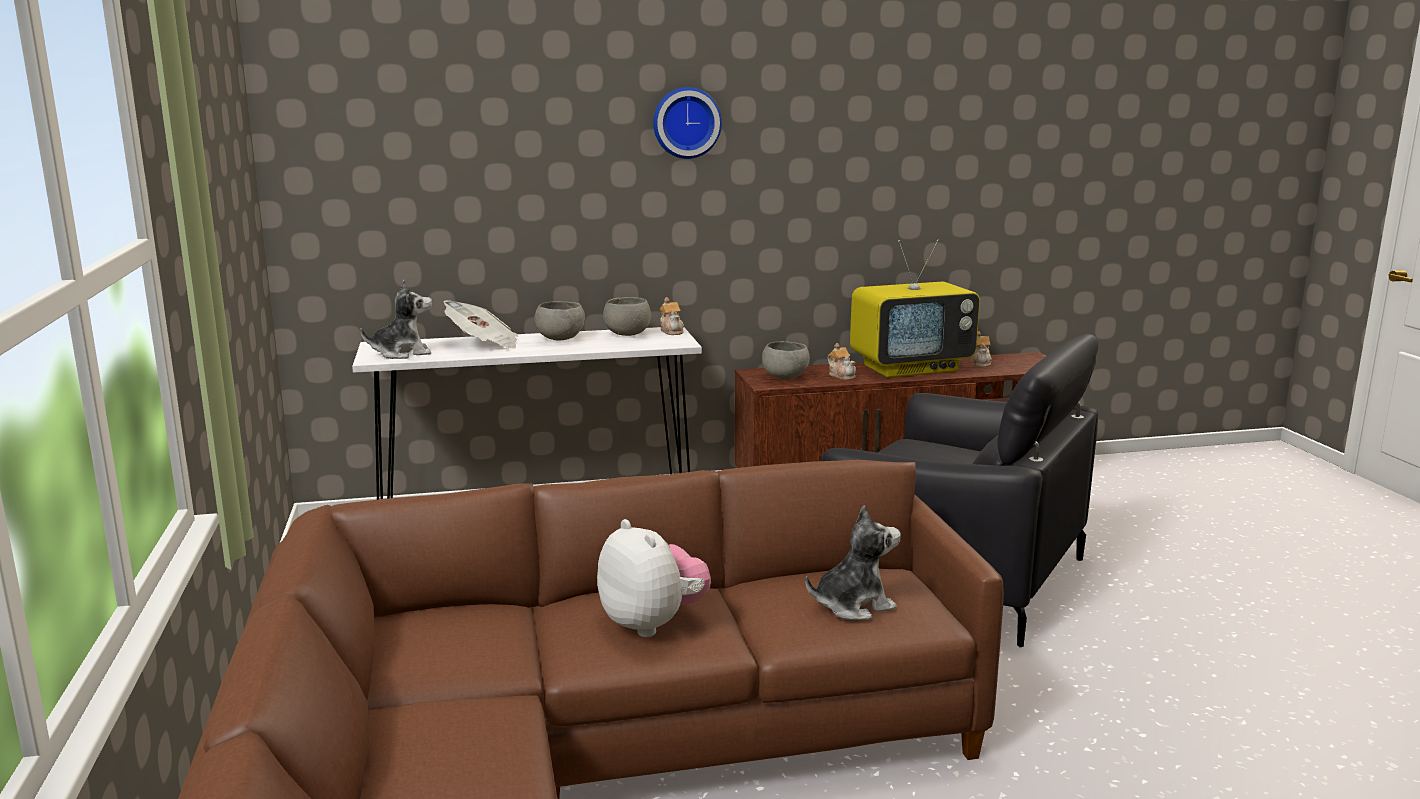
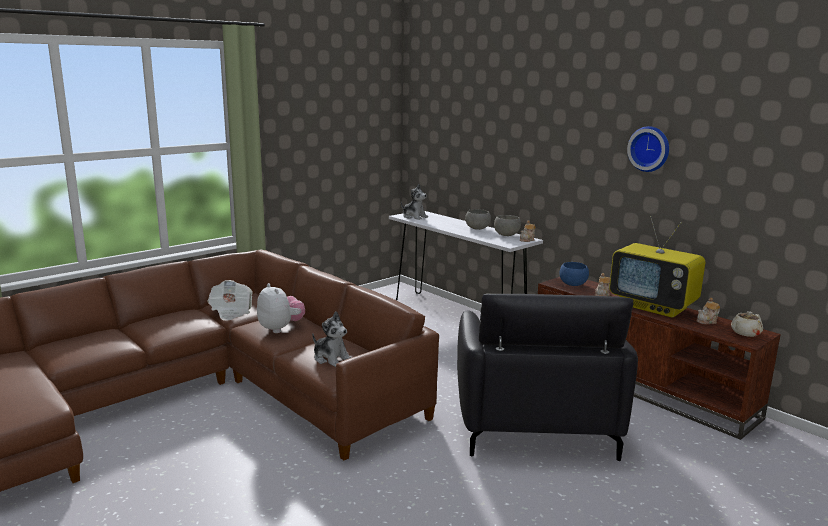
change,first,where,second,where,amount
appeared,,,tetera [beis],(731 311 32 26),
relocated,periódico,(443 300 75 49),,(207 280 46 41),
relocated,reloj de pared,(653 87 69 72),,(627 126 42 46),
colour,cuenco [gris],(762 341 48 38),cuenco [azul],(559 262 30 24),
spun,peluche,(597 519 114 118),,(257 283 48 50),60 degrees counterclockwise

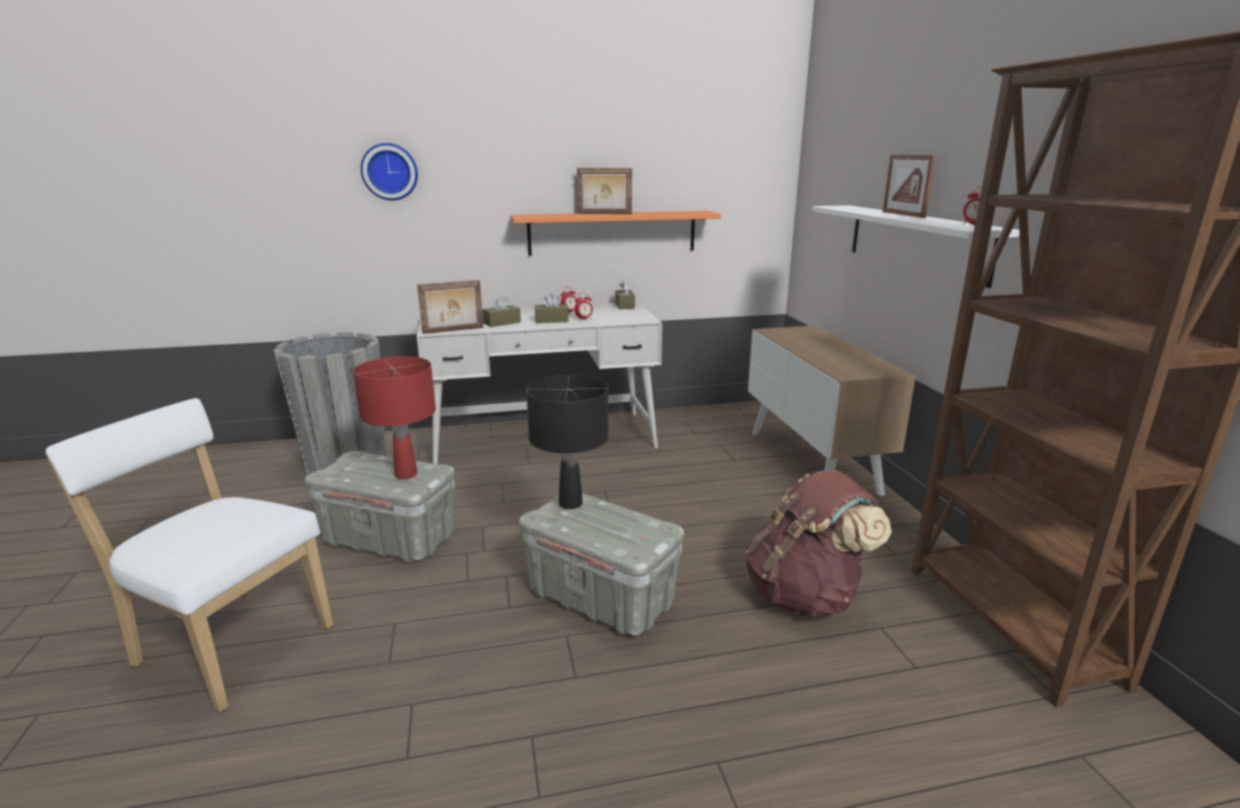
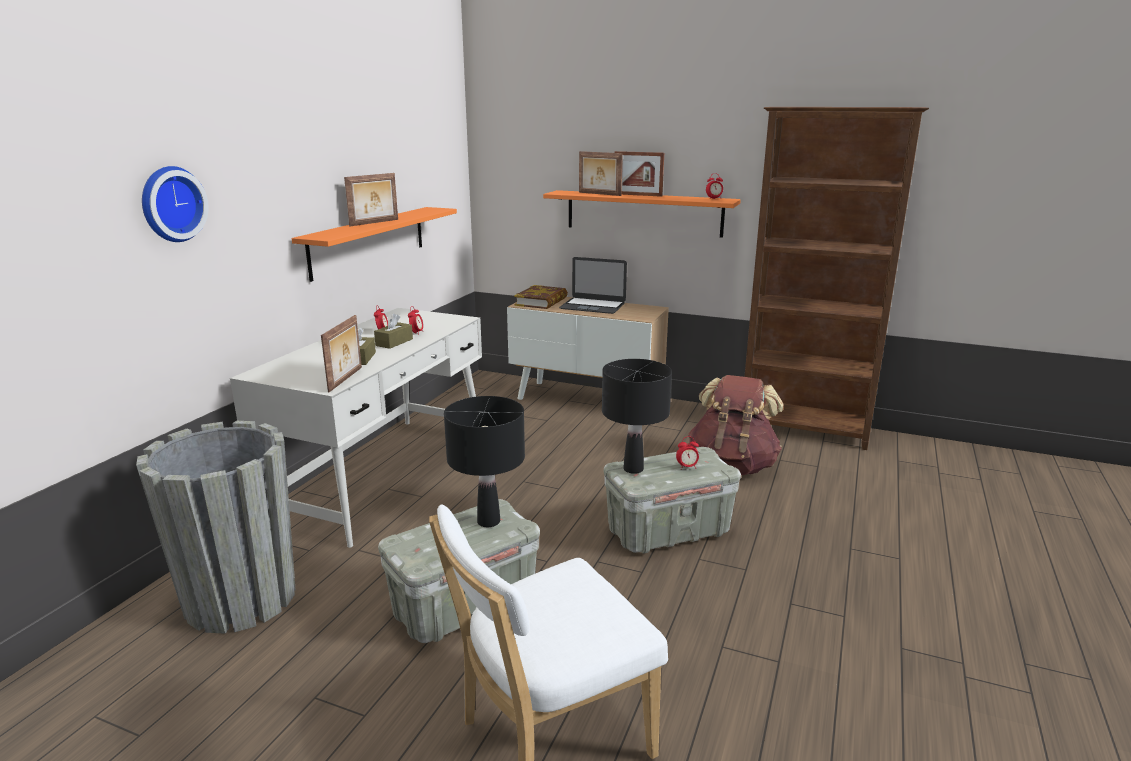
change,first,where,second,where,amount
missing,caja de pañuelos [marrón],(615 280 20 29),,,
appeared,,,libro,(514 285 54 24),
appeared,,,portátil,(559 257 68 57),
appeared,,,portarretratos,(579 151 44 45),
appeared,,,despertador,(676 436 23 33),
colour,lámpara de mesa [rojo],(353 356 83 123),lámpara de mesa [negro],(444 396 81 131),
colour,estante [blanco],(812 205 208 83),estante [naranja],(543 190 198 48),

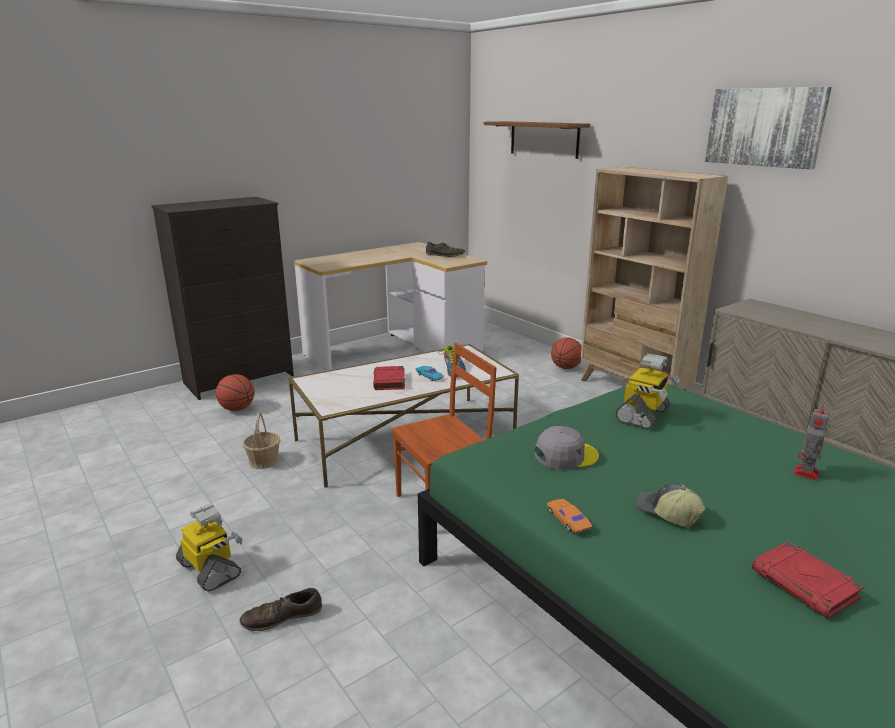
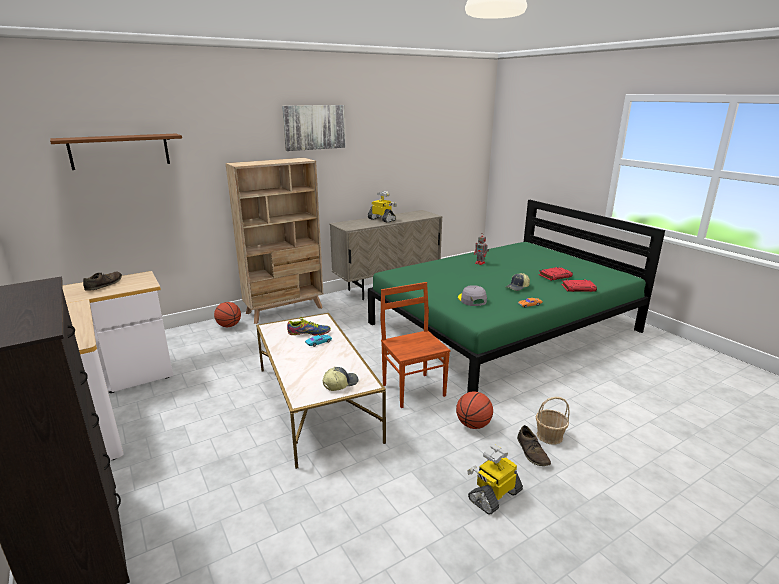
change,first,where,second,where,amount
appeared,,,gorra,(323 367 36 24),
relocated,balón de baloncesto,(216 374 39 37),,(456 392 37 37),
relocated,cesta,(243 412 37 57),,(536 397 34 48),
relocated,libro [rojo],(373 366 32 24),,(561 280 36 12),
relocated,robot de juguete,(615 353 65 77),,(368 191 29 32),

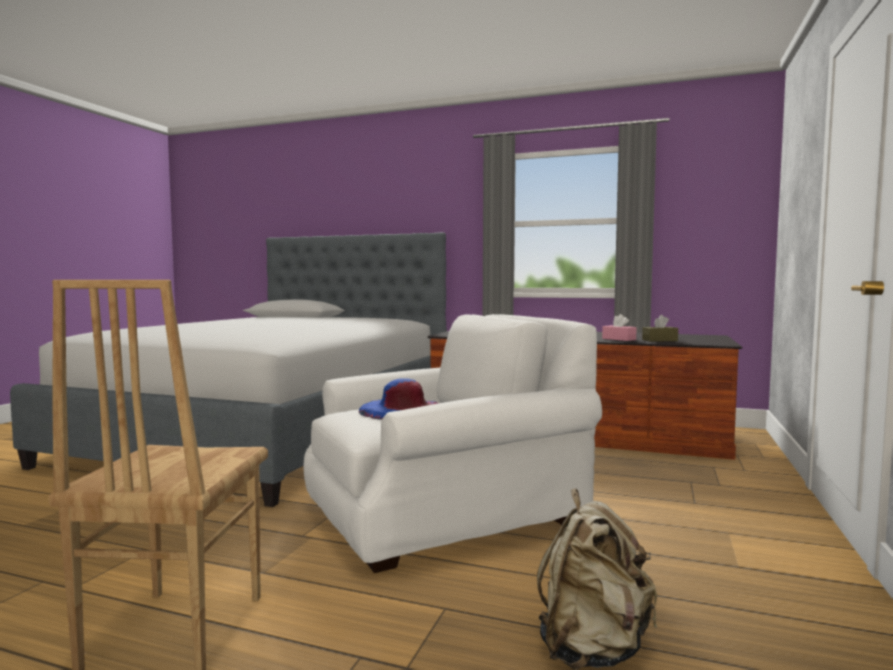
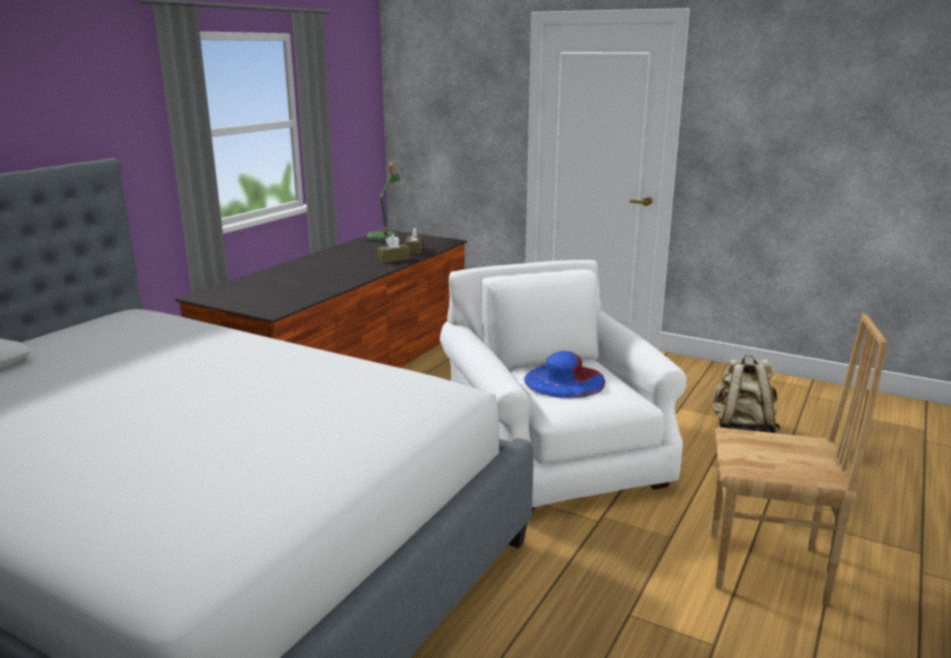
change,first,where,second,where,amount
appeared,,,lámpara de mesa,(366 162 34 80),
colour,caja de pañuelos [rosa],(602 314 35 27),caja de pañuelos [marrón],(377 235 33 28),

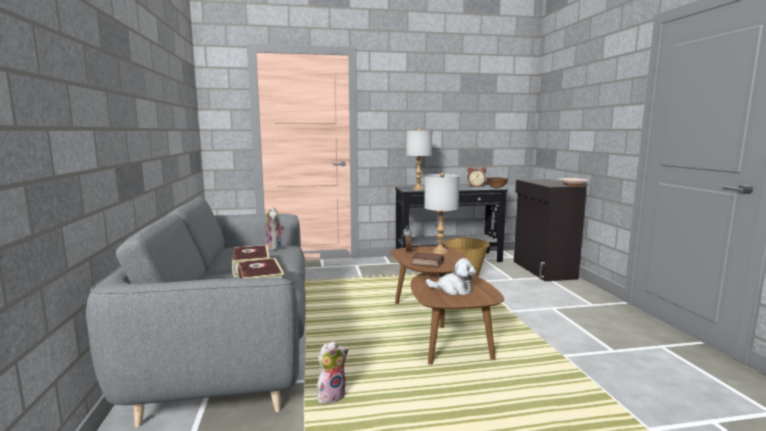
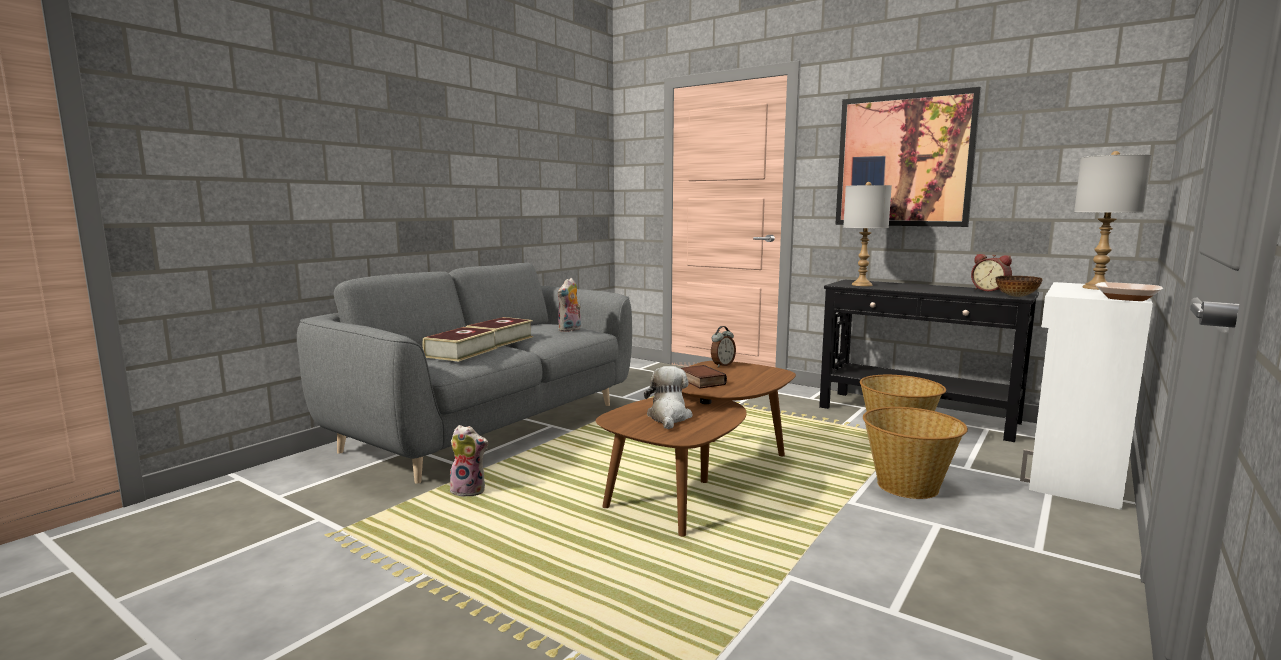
change,first,where,second,where,amount
appeared,,,cuadro,(835 87 146 140),
appeared,,,cesta,(863 407 105 92),
relocated,lámpara de mesa [gris],(424 172 36 82),,(1074 151 78 139),
colour,armario [negro],(514 179 73 102),armario [blanco],(1020 282 133 228),
spun,peluche,(426 258 50 37),,(644 366 48 63),150 degrees counterclockwise

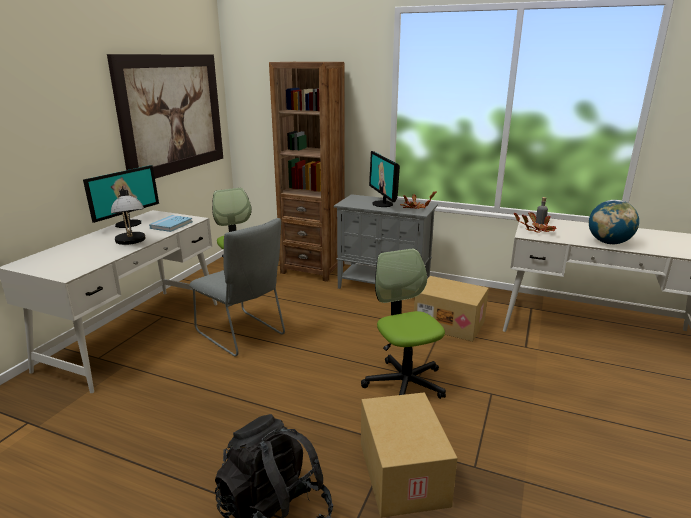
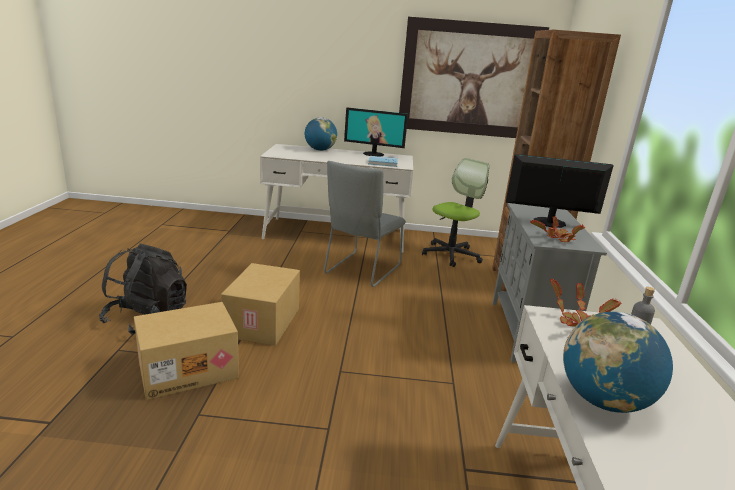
change,first,where,second,where,amount
missing,lámpara de mesa,(111 186 35 59),,,
missing,silla de oficina,(361 248 85 151),,,
appeared,,,globo terráqueo,(305 117 32 34),
relocated,caja de cartón,(414 276 75 66),,(221 263 79 83),
spun,monitor,(369 151 31 56),,(506 154 108 74),45 degrees clockwise

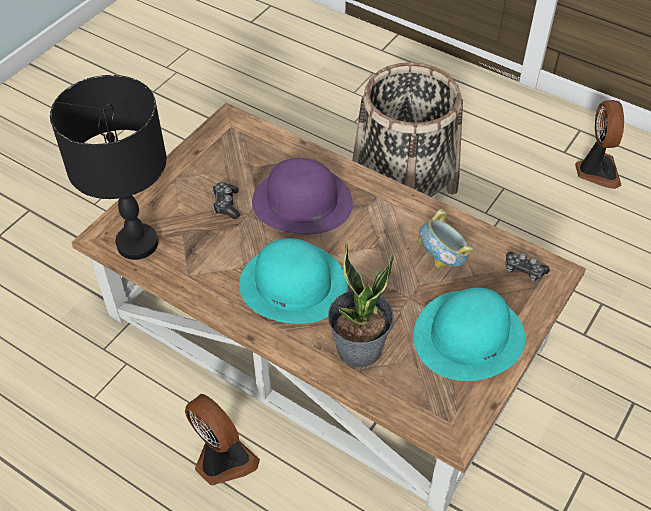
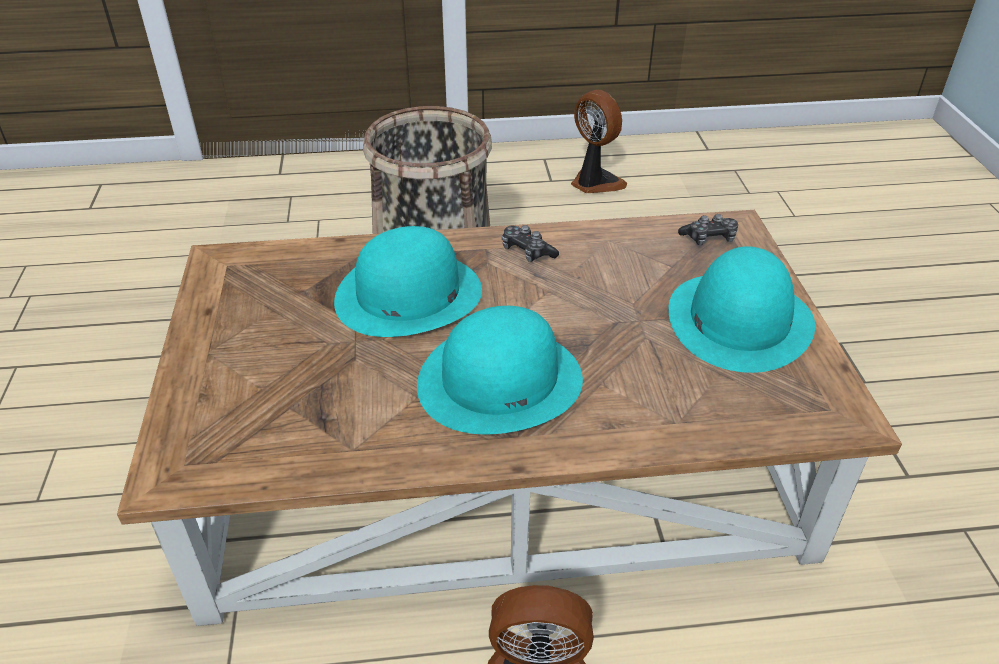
change,first,where,second,where,amount
missing,lámpara de mesa [negro],(50 75 117 185),,,
missing,planta en maceta,(328 243 67 124),,,
missing,cuenco,(418 209 56 59),,,
relocated,mando de consola,(212 182 28 37),,(502 225 57 37),
colour,sombrero [morado],(252 158 101 76),sombrero [turquesa],(334 226 148 111),

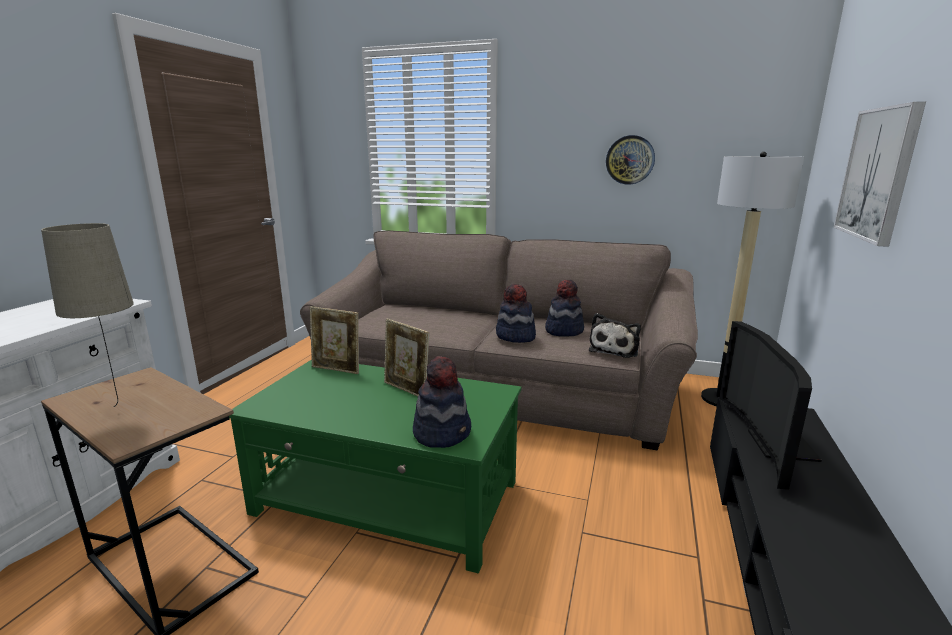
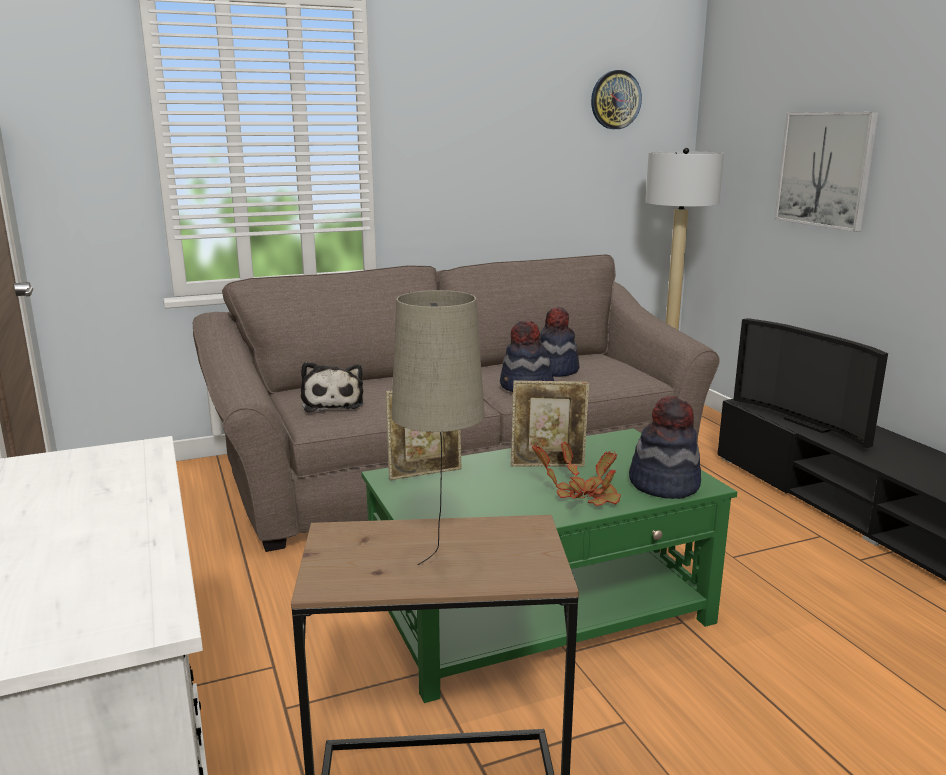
change,first,where,second,where,amount
appeared,,,planta en maceta,(532 442 89 64),
relocated,peluche,(589 313 52 45),,(301 362 63 50),
relocated,reloj de pared,(606 135 49 50),,(591 70 51 59),

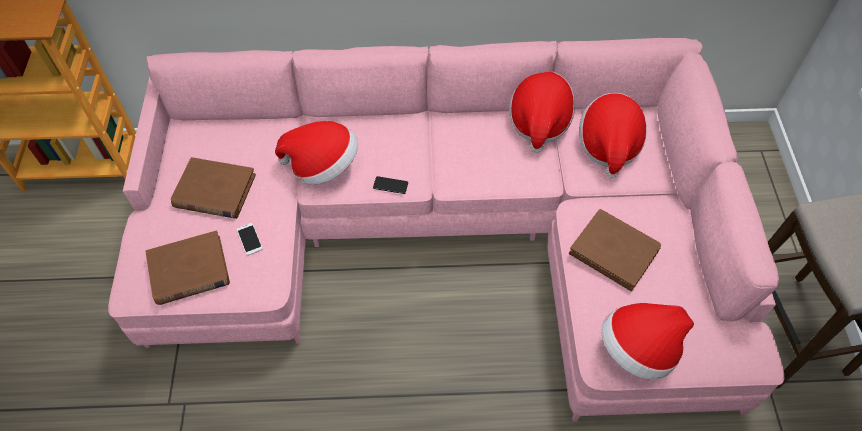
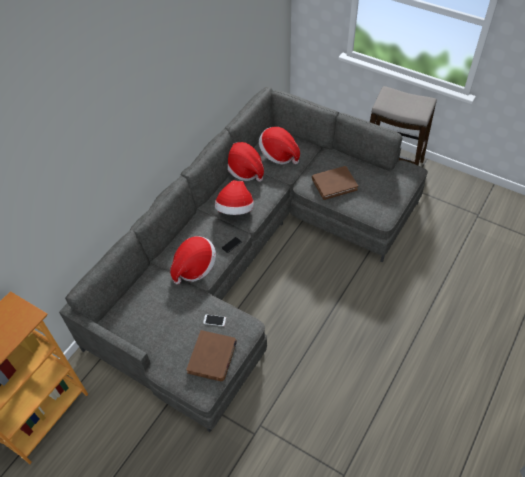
change,first,where,second,where,amount
missing,libro [marrón],(171 157 85 62),,,
relocated,sombrero,(601 303 93 77),,(215 180 39 35),
colour,sofá [rosa],(108 38 676 383),sofá [gris],(59 87 369 345),

